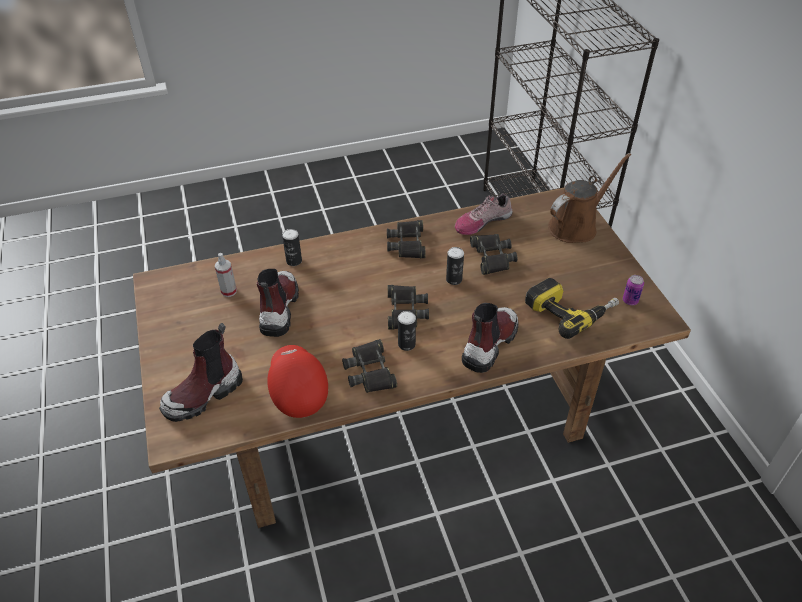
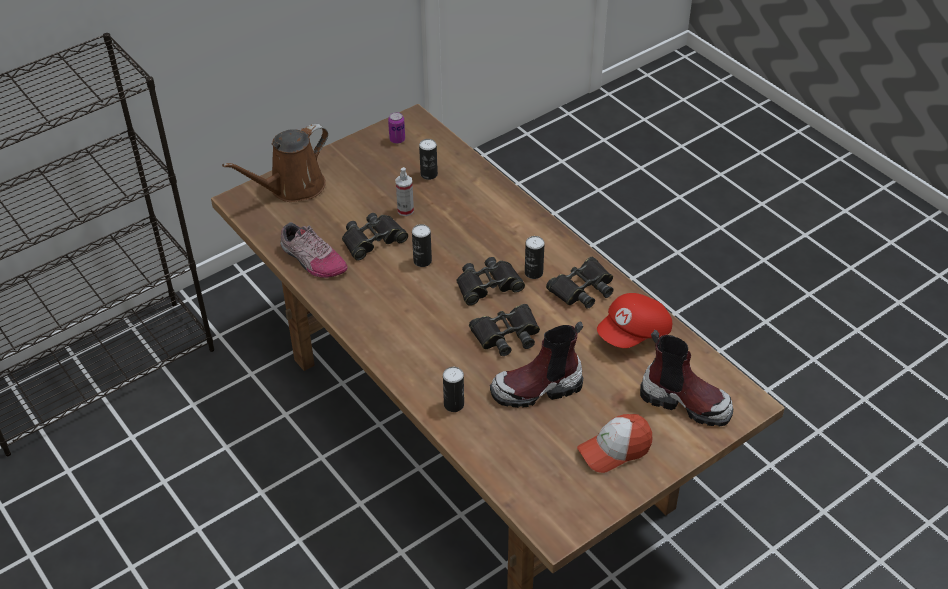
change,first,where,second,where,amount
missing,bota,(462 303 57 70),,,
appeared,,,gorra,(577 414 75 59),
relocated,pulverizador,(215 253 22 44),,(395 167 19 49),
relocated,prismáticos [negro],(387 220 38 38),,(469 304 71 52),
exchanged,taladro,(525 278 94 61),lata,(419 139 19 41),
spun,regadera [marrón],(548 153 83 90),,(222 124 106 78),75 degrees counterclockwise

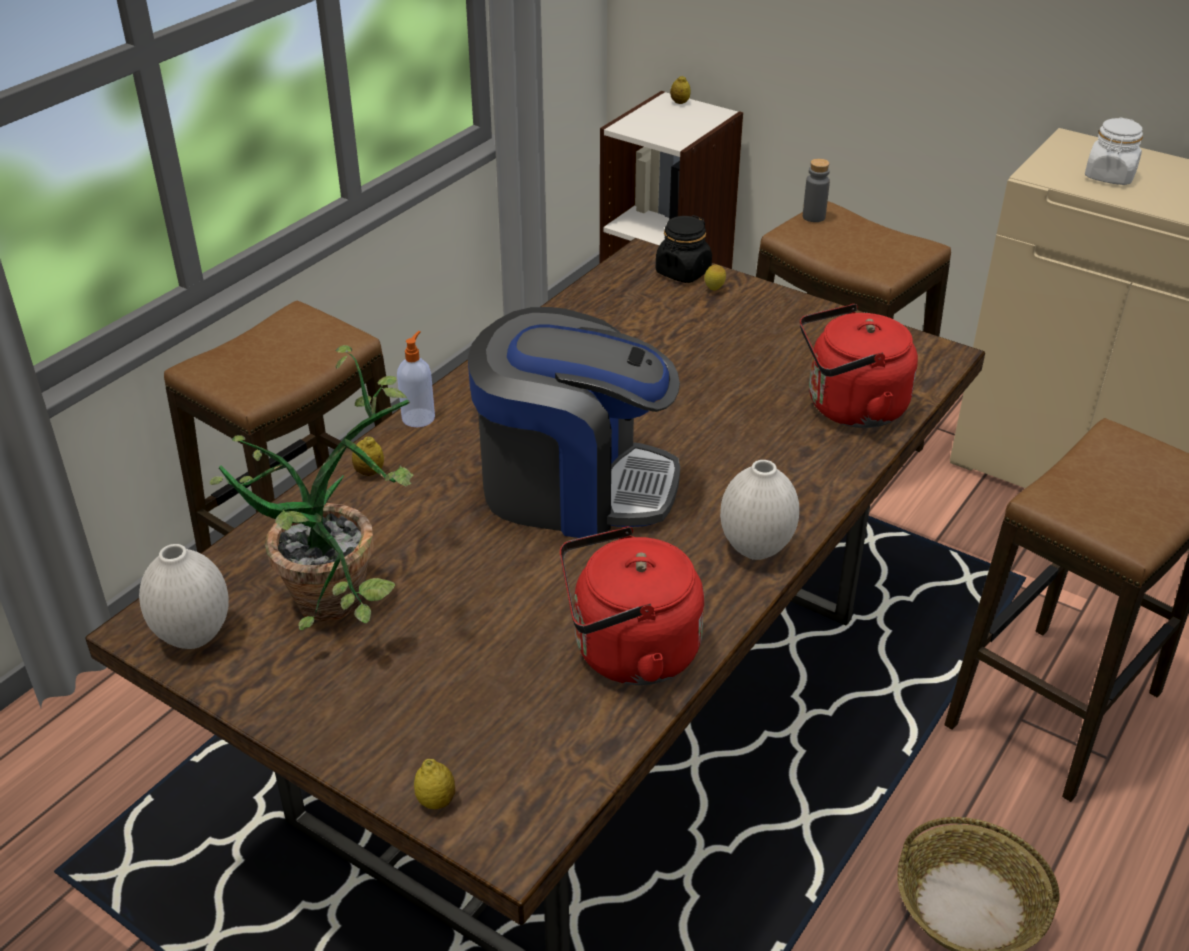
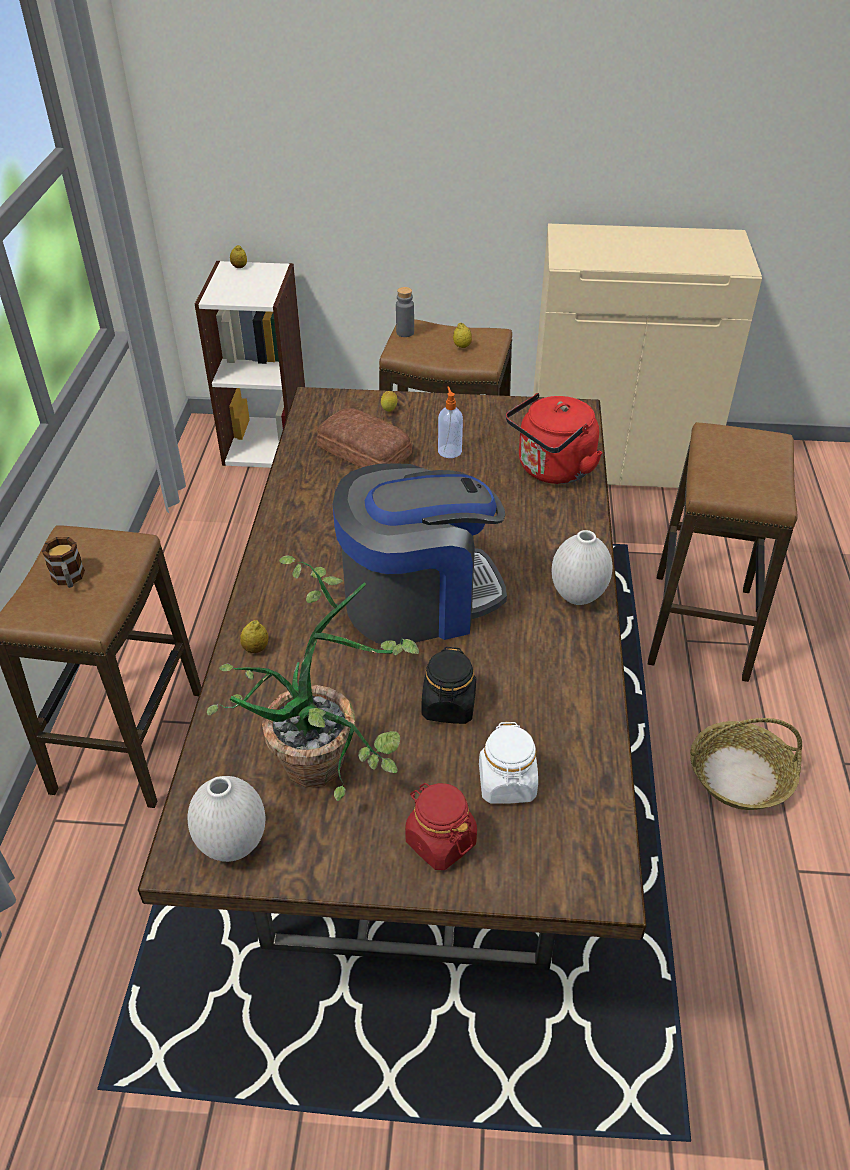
change,first,where,second,where,amount
missing,hervidor [rojo],(560 527 144 158),,,
appeared,,,taza grande,(42 537 43 51),
appeared,,,pan,(317 408 95 60),
appeared,,,tarro [rojo],(405 783 72 87),
relocated,dispensador de jabón,(397 331 38 96),,(438 387 25 71),
relocated,limón,(414 759 41 50),,(453 323 19 25),
relocated,tarro [negro],(656 215 56 68),,(421 647 55 77),
relocated,tarro [blanco],(1085 118 58 67),,(479 722 59 82),

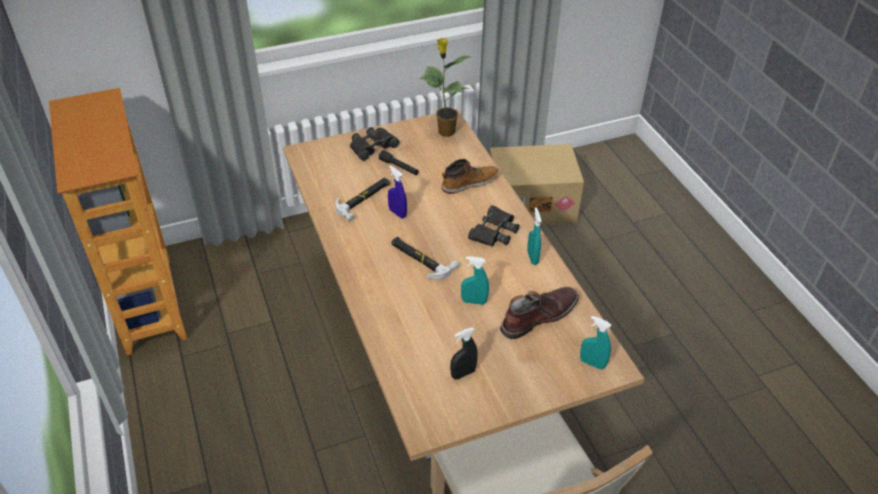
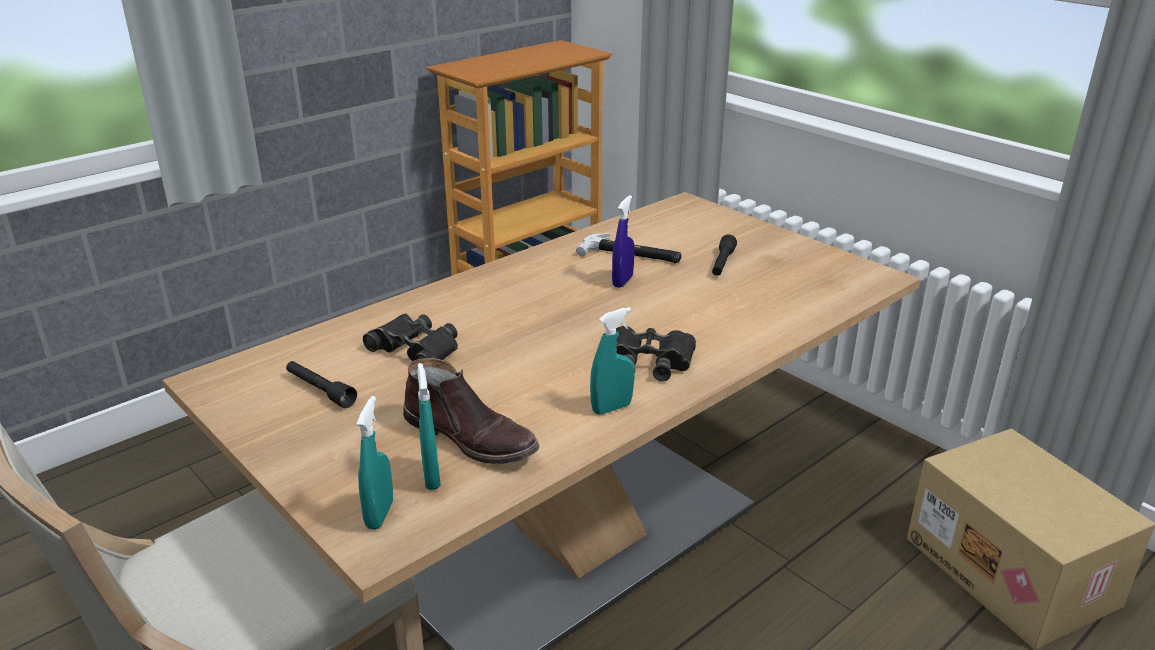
change,first,where,second,where,amount
missing,martillo,(391 237 68 43),,,
missing,planta en maceta,(419 38 56 99),,,
missing,bota,(442 159 57 35),,,
relocated,prismáticos [negro],(350 127 50 34),,(363 313 95 48),
relocated,pulverizador [turquesa],(461 256 28 49),,(417 363 24 127),
exchanged,pulverizador [negro],(450 328 28 51),linterna [negro],(286 361 71 47),

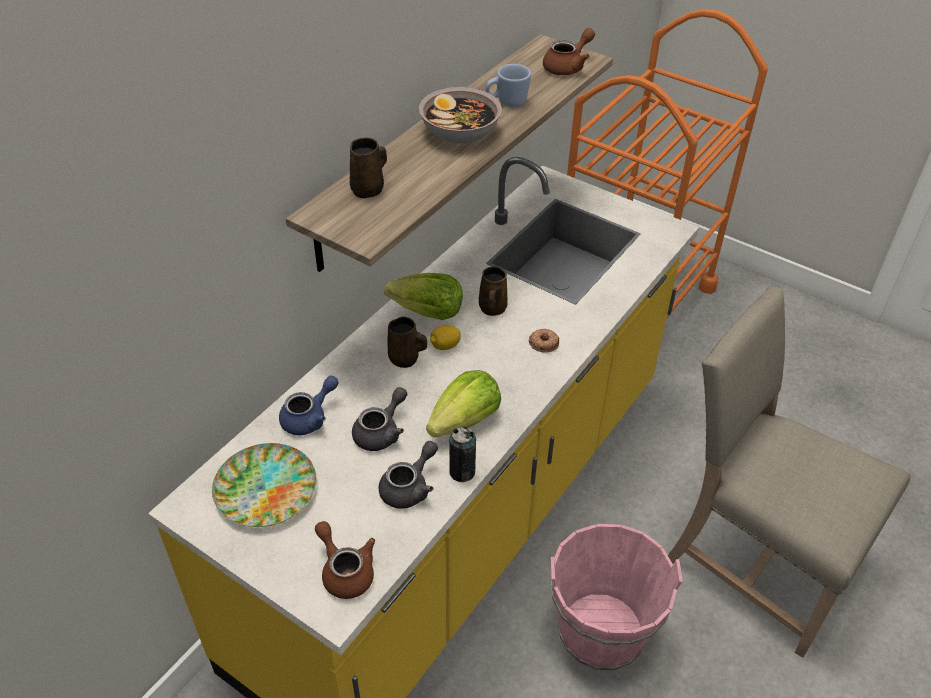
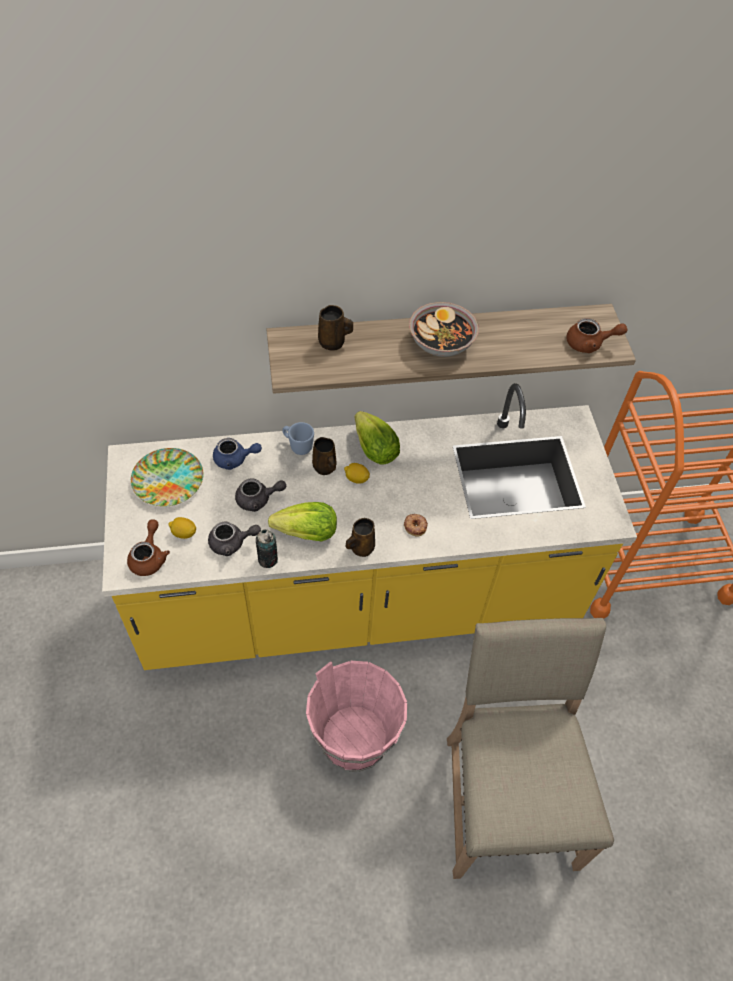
change,first,where,second,where,amount
appeared,,,limón,(168 517 28 22),
relocated,taza grande [marrón],(479 266 29 50),,(346 518 29 39),
relocated,taza grande [azul],(486 64 45 43),,(282 422 32 33),

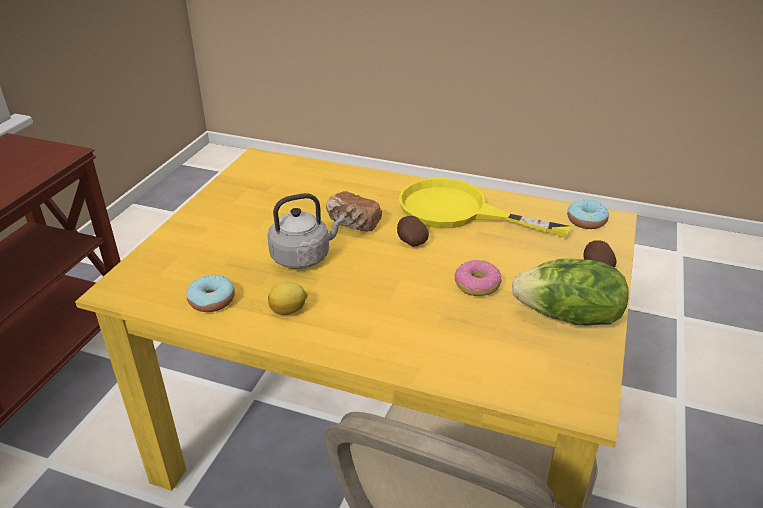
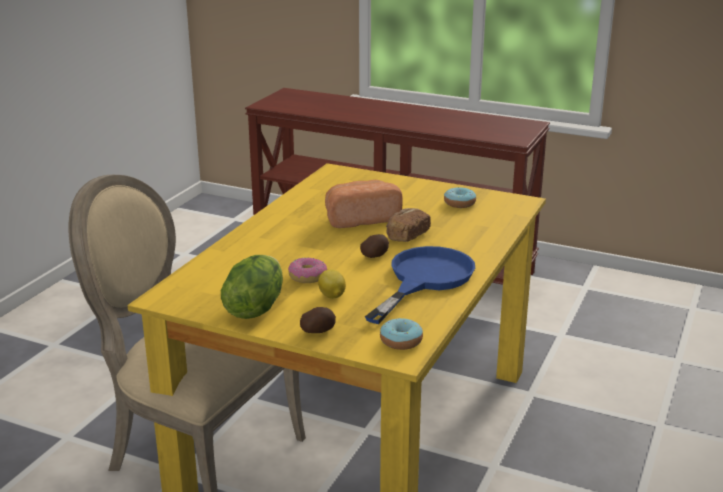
change,first,where,second,where,amount
relocated,rosquilla,(186 275 49 37),,(444 187 32 21),
relocated,limón,(268 282 40 33),,(318 269 28 30),
exchanged,hervidor [gris],(267 193 78 76),pan,(325 180 78 48),
colour,sartén [amarillo],(399 178 172 60),sartén [azul],(365 246 110 78),

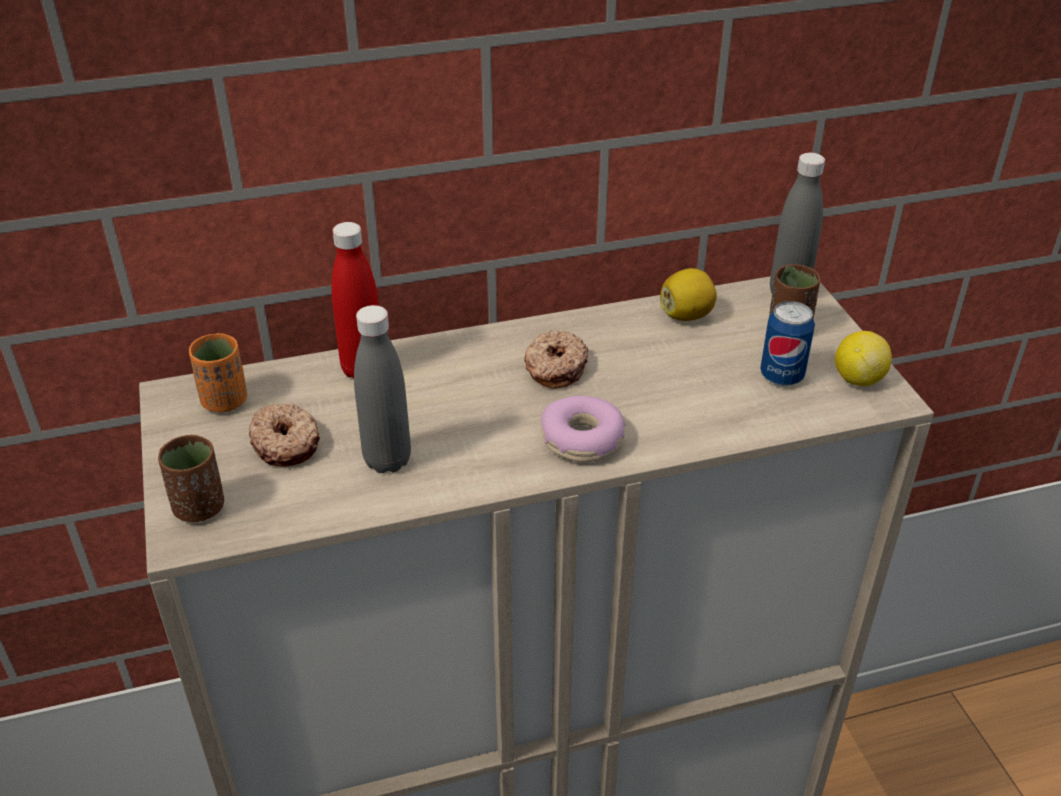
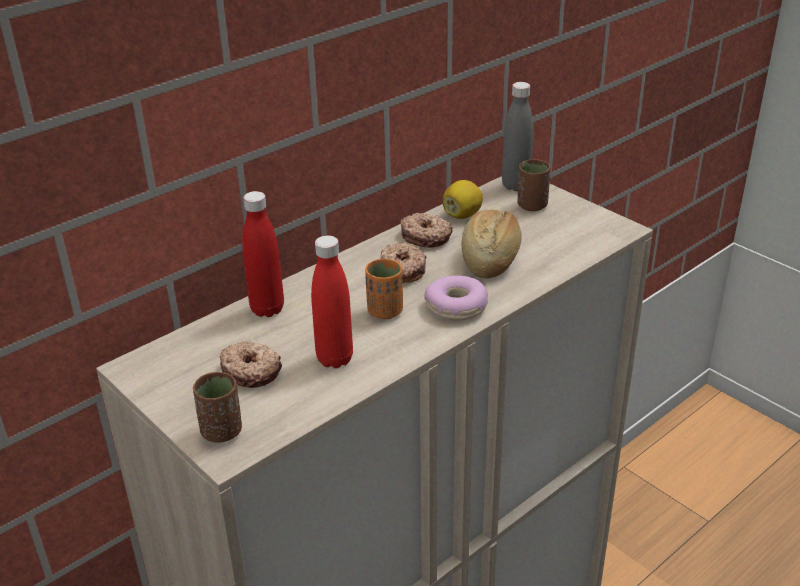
change,first,where,second,where,amount
missing,lata,(760 301 55 85),,,
missing,limón,(835 331 57 55),,,
appeared,,,rosquilla,(400 213 53 35),
appeared,,,pan,(462 210 60 68),
relocated,taza [naranja],(189 333 58 79),,(365 259 38 60),
colour,botella [gris],(354 305 57 168),botella [rojo],(311 235 42 133),

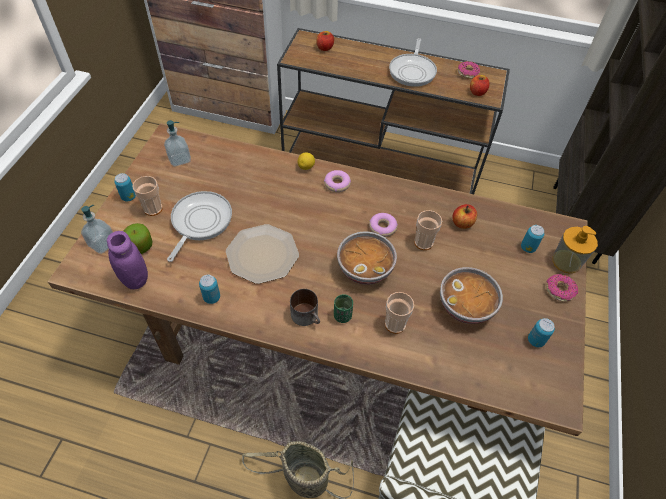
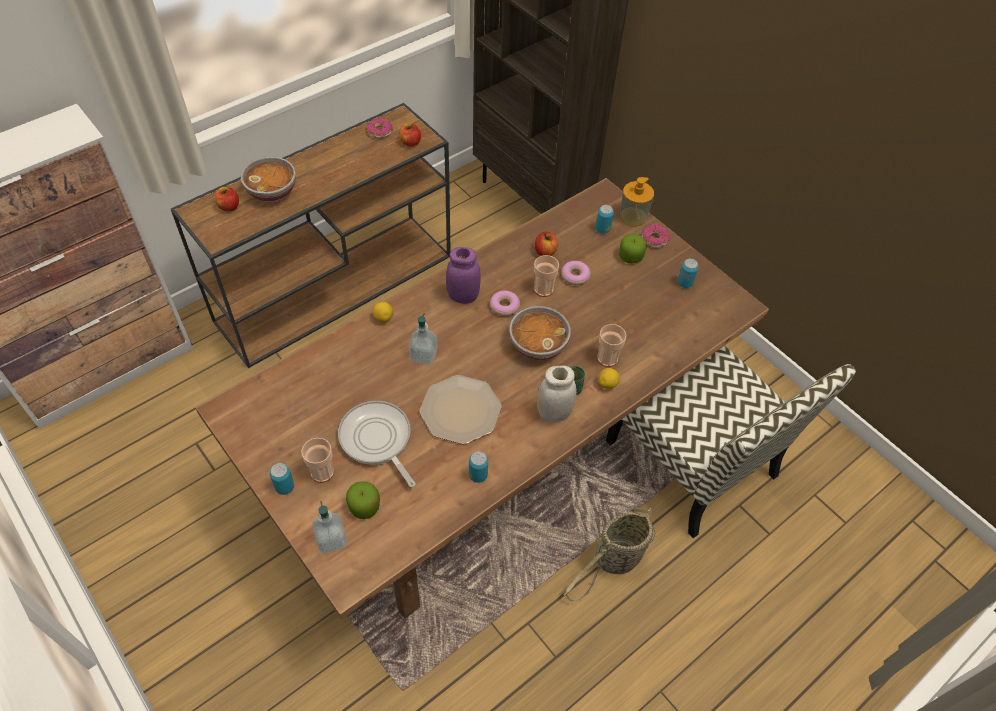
change,first,where,second,where,amount
missing,sartén,(389 38 48 49),,,
appeared,,,limón,(598 368 22 21),
appeared,,,manzana,(619 234 28 30),
relocated,tarro [morado],(107 231 41 58),,(446 247 34 57),
relocated,dispensador de jabón,(164 120 27 47),,(409 313 29 52),
relocated,rosquilla,(324 170 27 22),,(561 261 29 24),
relocated,cuenco,(440 267 63 57),,(241 157 55 45),
exchanged,taza grande,(290 289 30 37),tarro [blanco],(537 365 40 57),

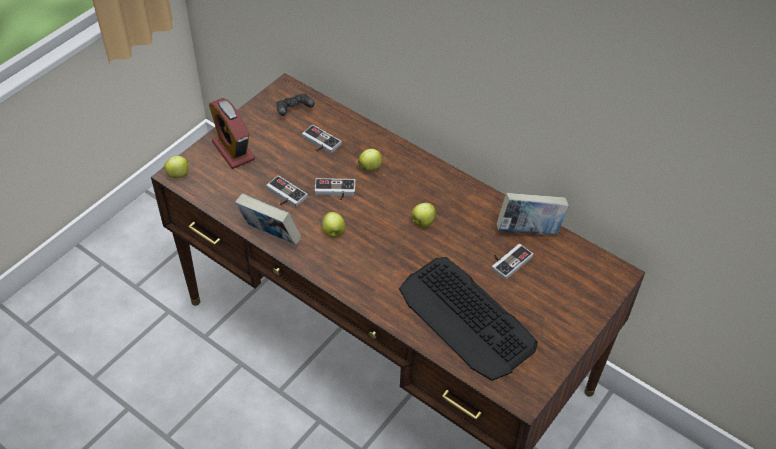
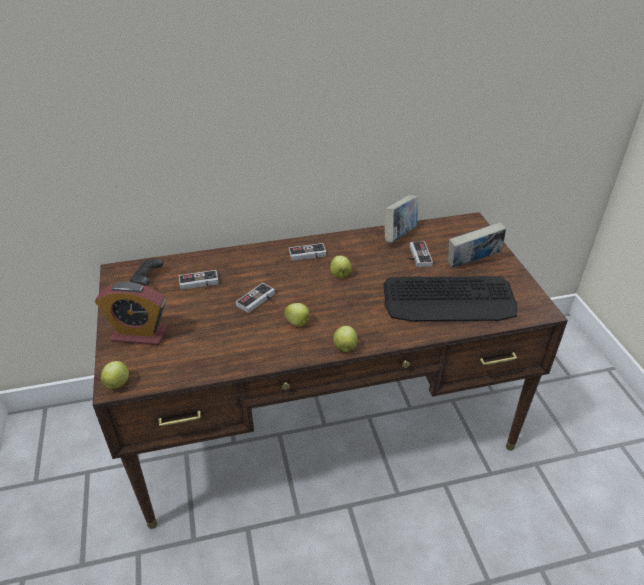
change,first,where,second,where,amount
relocated,libro,(235 193 66 52),,(448 222 58 46),
relocated,mando de consola,(266 175 42 33),,(289 243 38 18),
relocated,manzana,(358 149 24 22),,(333 326 24 26),

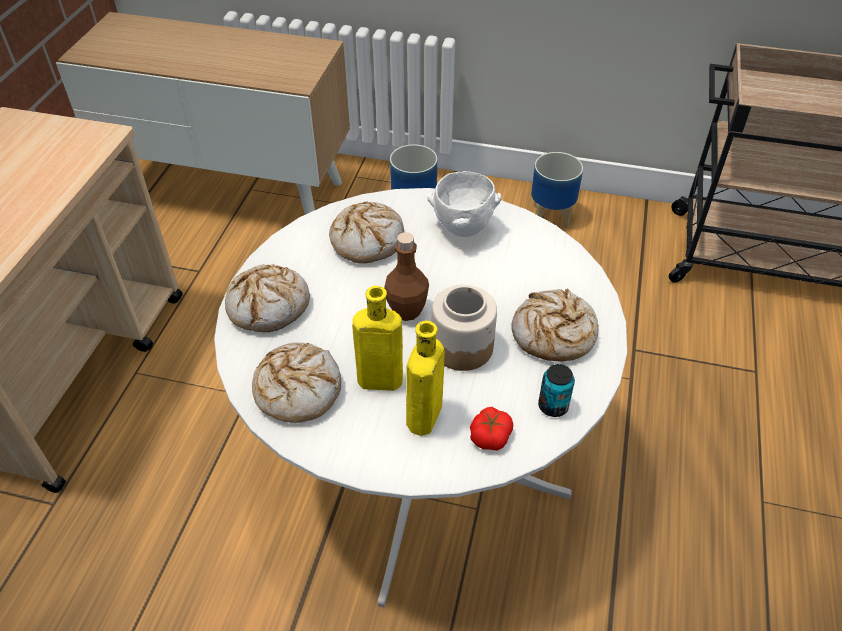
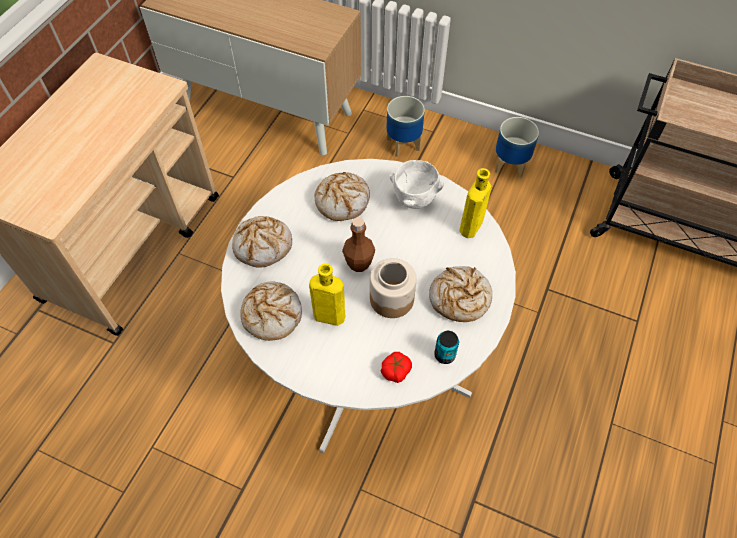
change,first,where,second,where,amount
relocated,botella [amarillo],(406 321 39 115),,(459 168 33 70),

